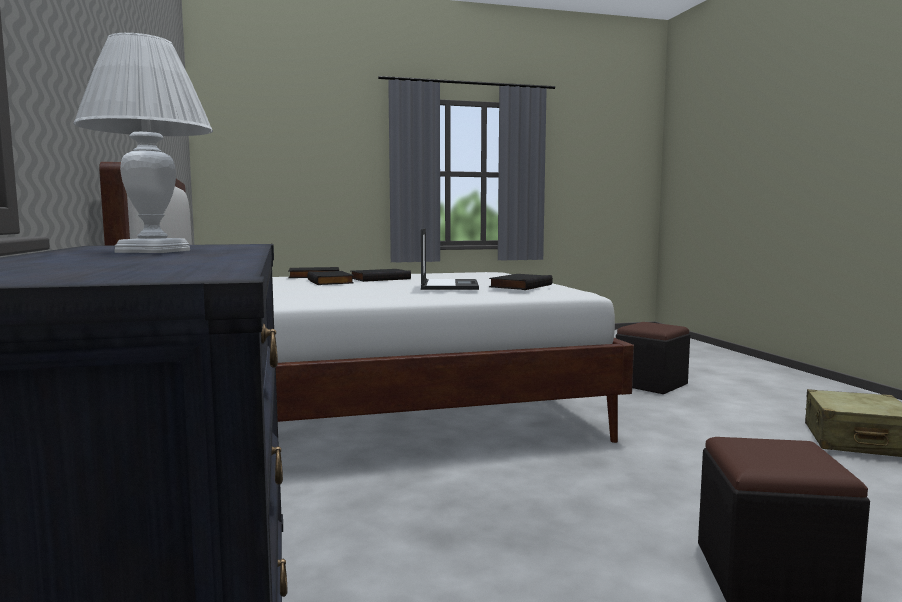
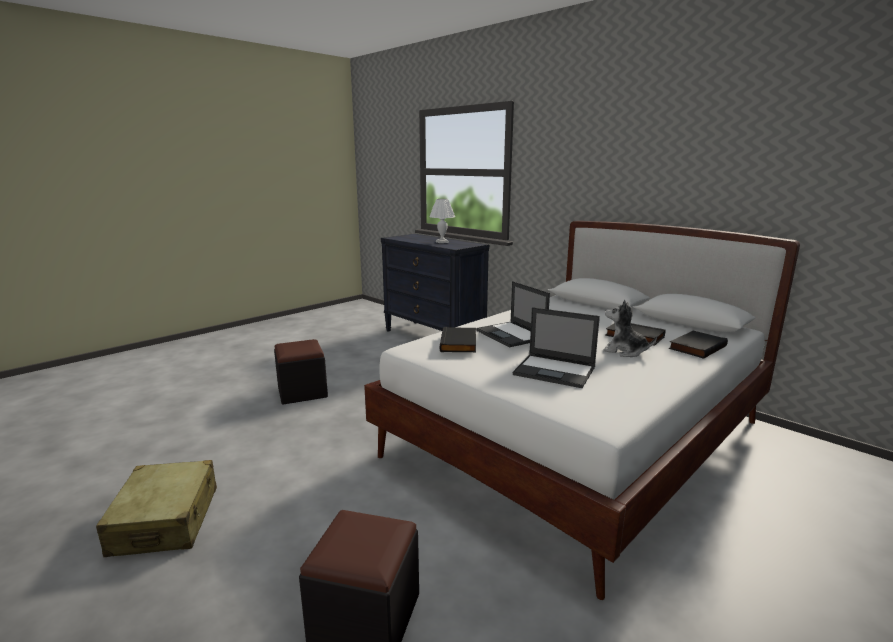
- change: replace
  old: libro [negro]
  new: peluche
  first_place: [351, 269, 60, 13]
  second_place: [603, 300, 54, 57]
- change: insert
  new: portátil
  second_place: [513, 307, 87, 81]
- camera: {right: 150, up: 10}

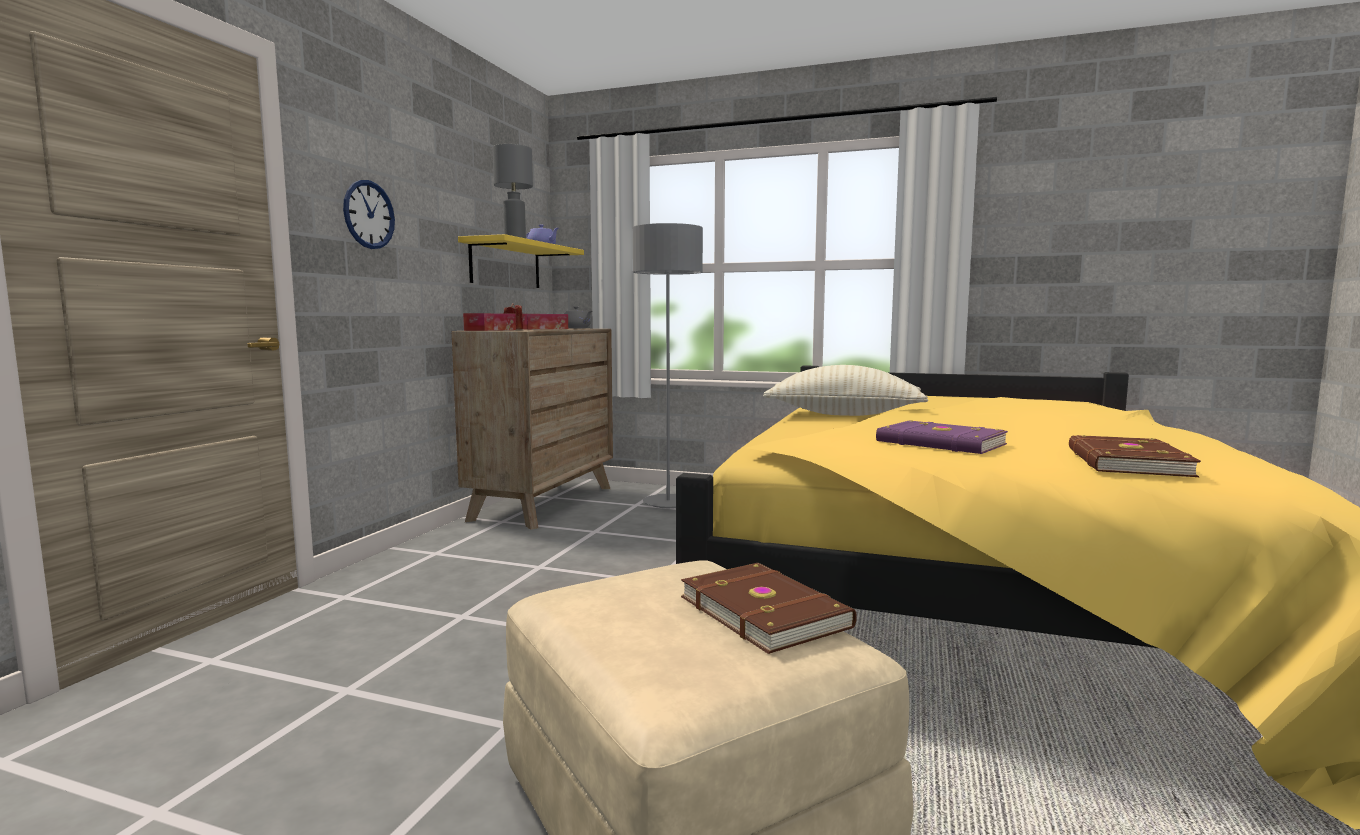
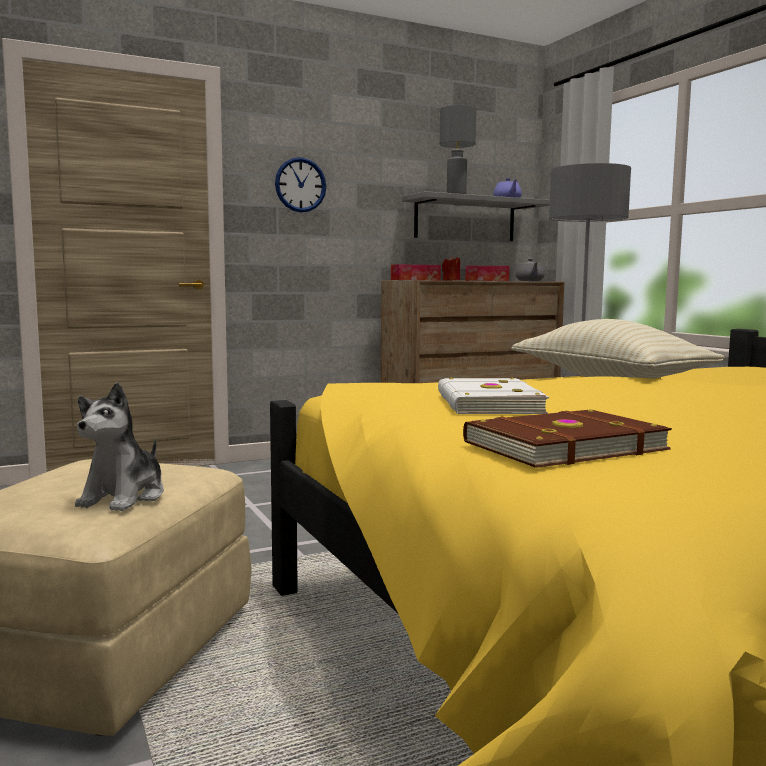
- change: recolor
  old: estante [amarillo]
  new: estante [gris]
  first_place: [458, 234, 126, 54]
  second_place: [401, 191, 149, 50]
- change: recolor
  old: libro [morado]
  new: libro [blanco]
  first_place: [876, 420, 132, 34]
  second_place: [438, 378, 111, 36]
- change: replace
  old: libro [marrón]
  new: peluche
  first_place: [681, 563, 176, 91]
  second_place: [75, 382, 89, 129]
- camera: {right: 45, up: 0}

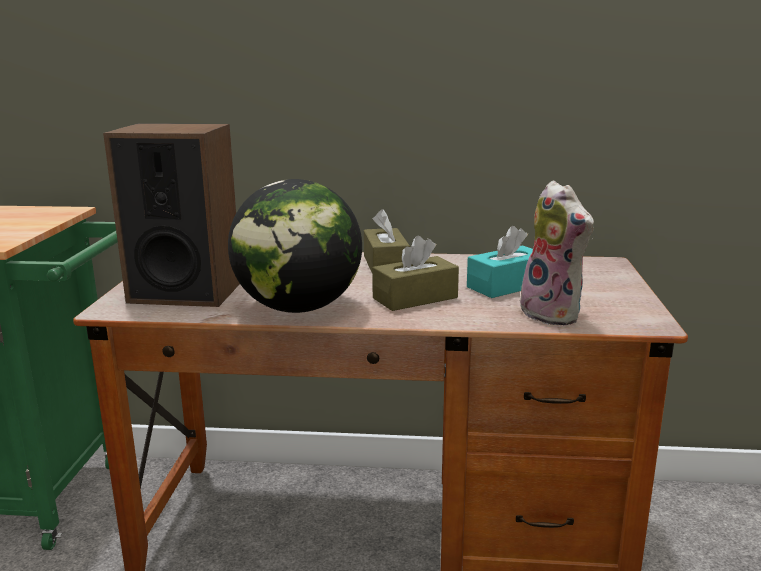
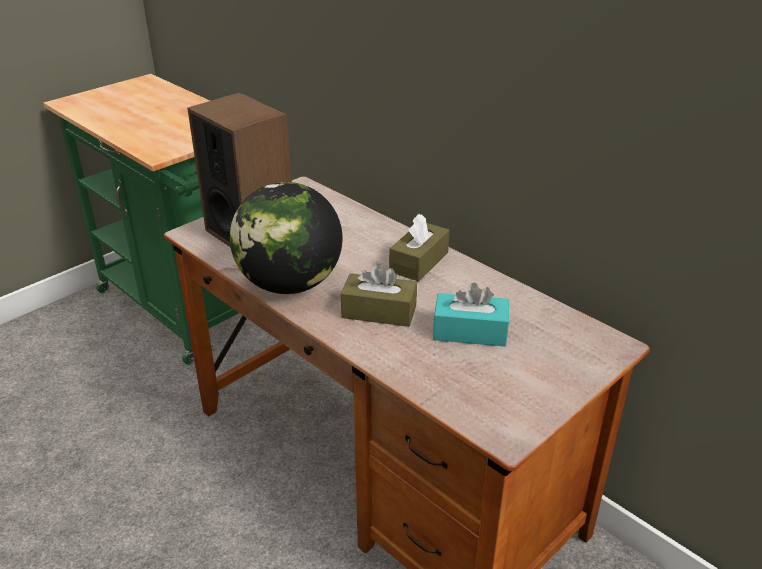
- change: delete
  old: peluche
  first_place: [520, 181, 74, 144]
- camera: {right: 40, up: 15}

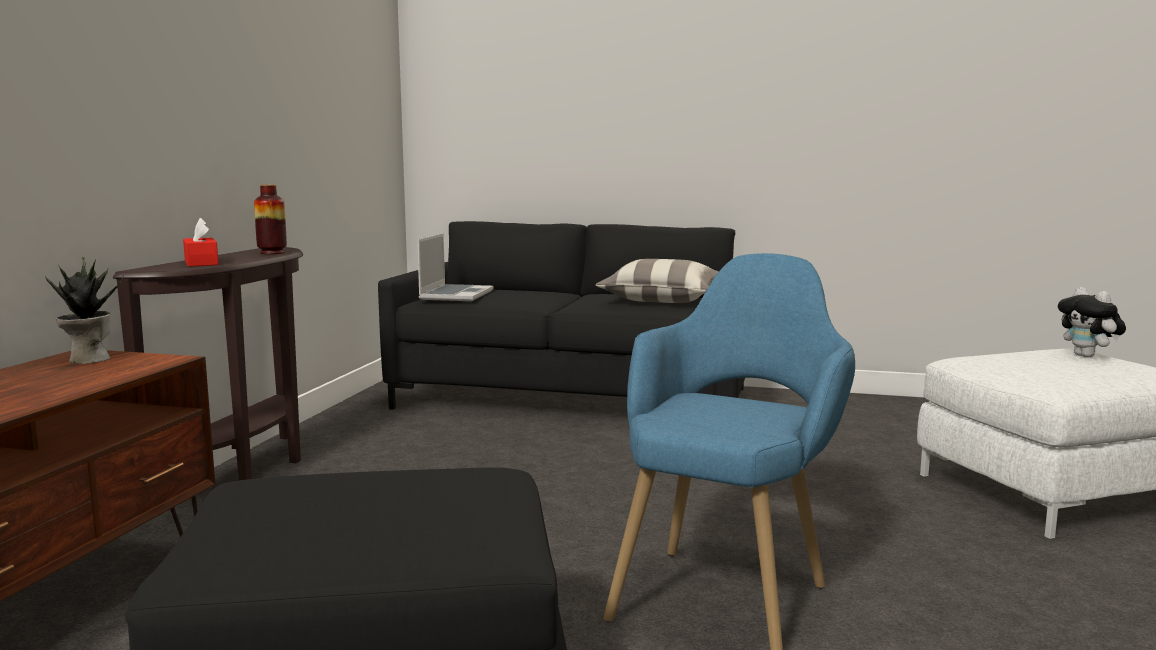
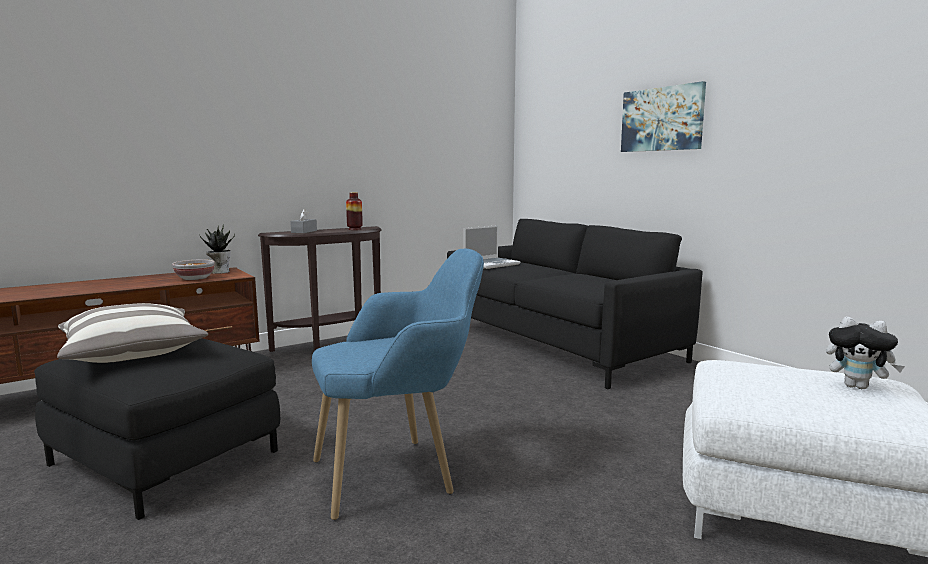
- change: recolor
  old: caja de pañuelos [rojo]
  new: caja de pañuelos [gris]
  first_place: [183, 218, 36, 49]
  second_place: [290, 209, 27, 24]
- change: move
  old: cojín
  first_place: [596, 259, 123, 44]
  second_place: [57, 303, 151, 60]
- change: rotate
  old: peluche
  first_place: [1058, 287, 68, 70]
  second_place: [826, 317, 79, 72]
  degrees: -75
- change: insert
  new: cuadro
  second_place: [621, 81, 85, 71]
- change: insert
  new: cuenco
  second_place: [172, 259, 43, 21]
- camera: {right: 40, up: 0}

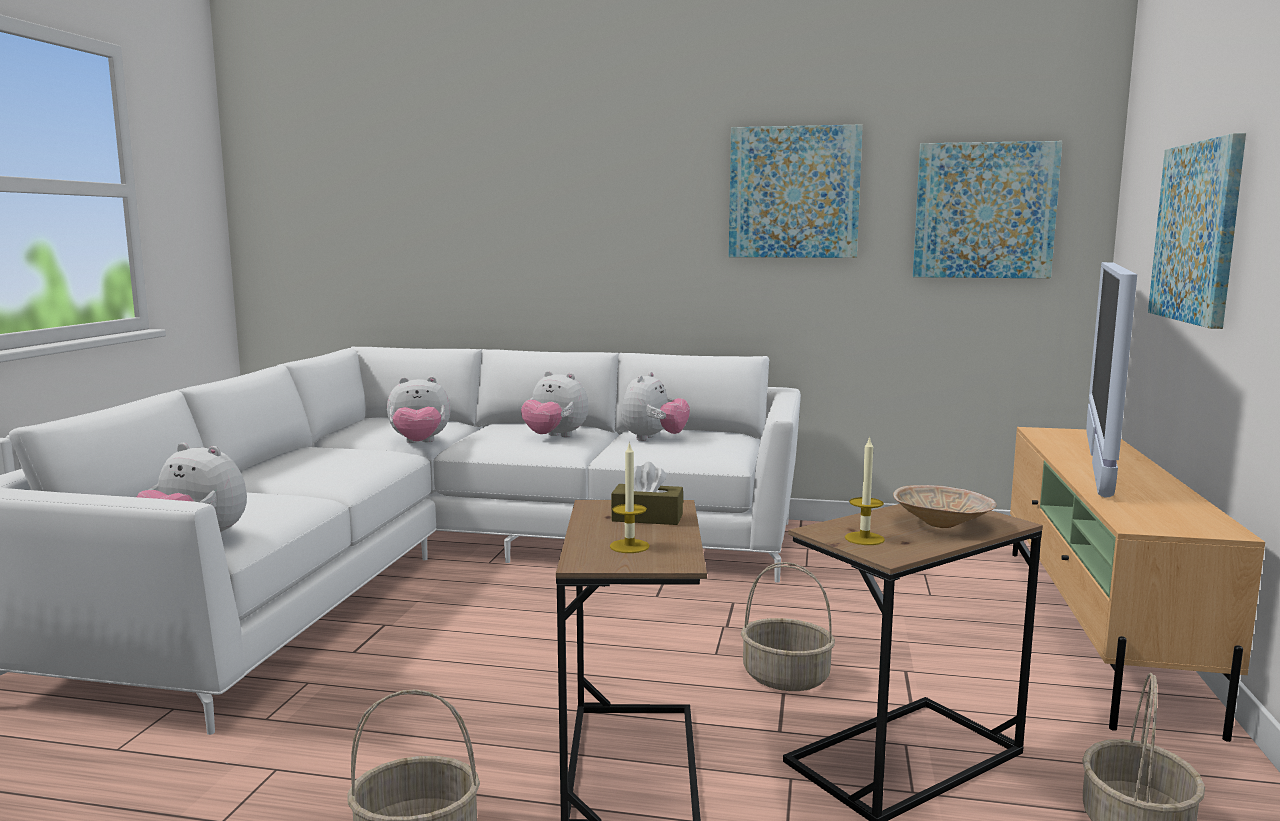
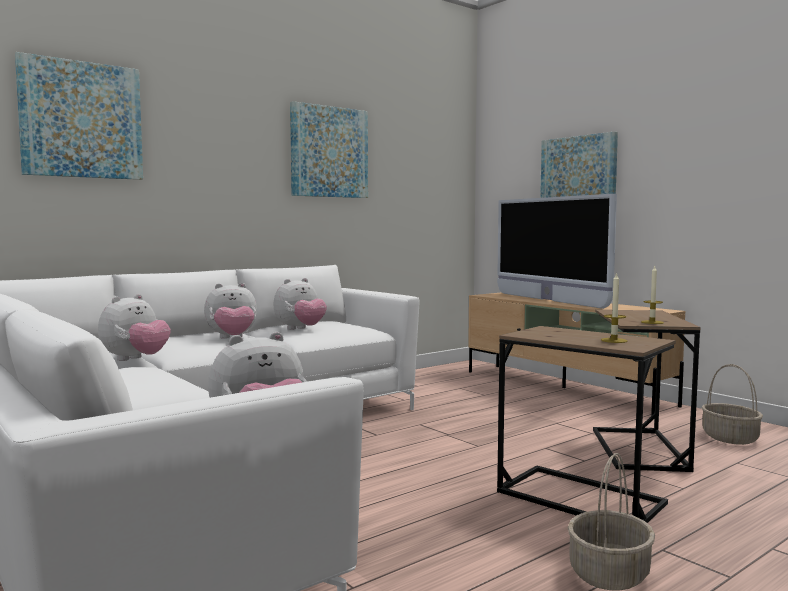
- change: move
  old: cuadro
  first_place: [913, 141, 149, 137]
  second_place: [15, 52, 128, 128]
- change: rotate
  old: peluche
  first_place: [622, 372, 68, 69]
  second_place: [274, 278, 53, 52]
  degrees: 75
- change: delete
  old: caja de pañuelos [marrón]
  first_place: [611, 462, 72, 63]
- change: delete
  old: cuenco [beis]
  first_place: [893, 485, 104, 43]
- change: delete
  old: cesta
  first_place: [741, 562, 94, 129]
- camera: {right: -50, up: -5}

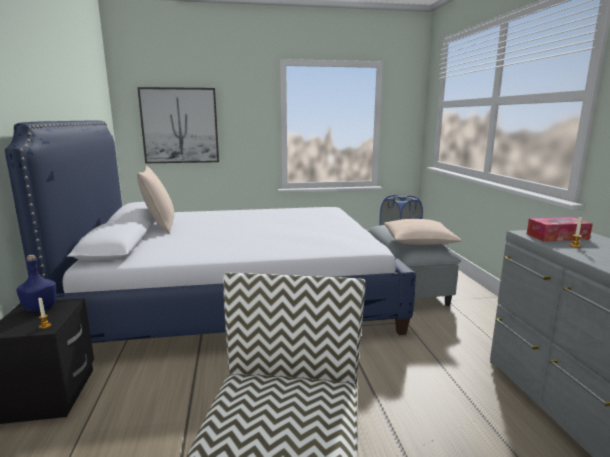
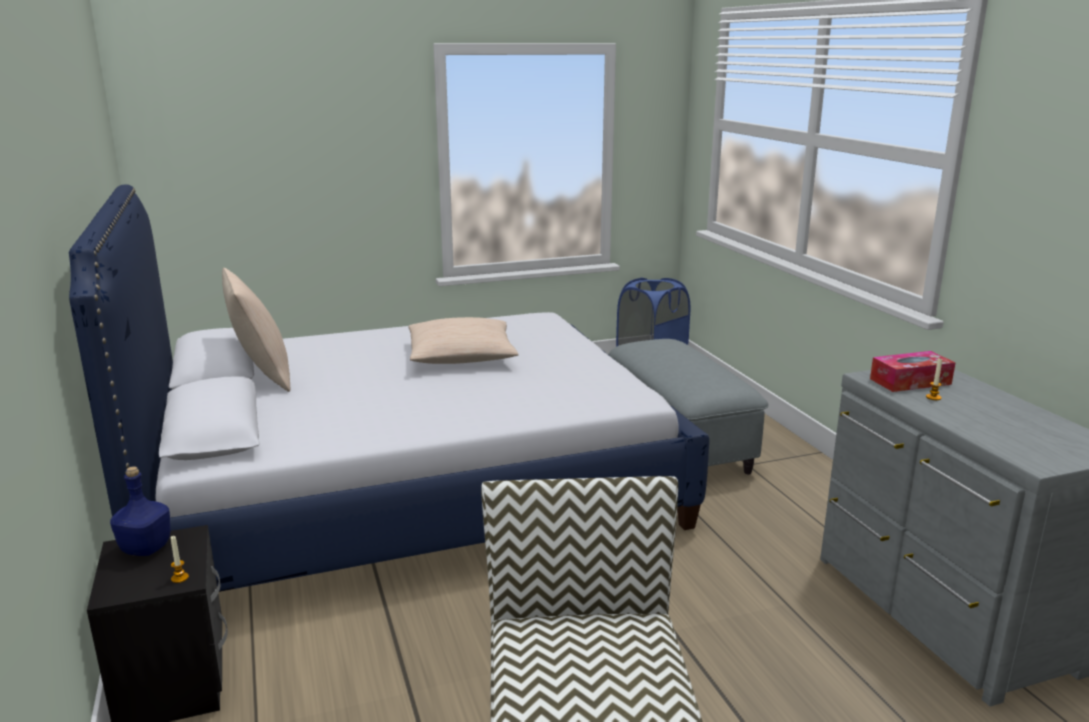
- change: delete
  old: cuadro
  first_place: [137, 87, 82, 76]
- change: move
  old: cojín [beis]
  first_place: [384, 219, 78, 26]
  second_place: [408, 317, 111, 47]
- camera: {right: -10, up: 5}

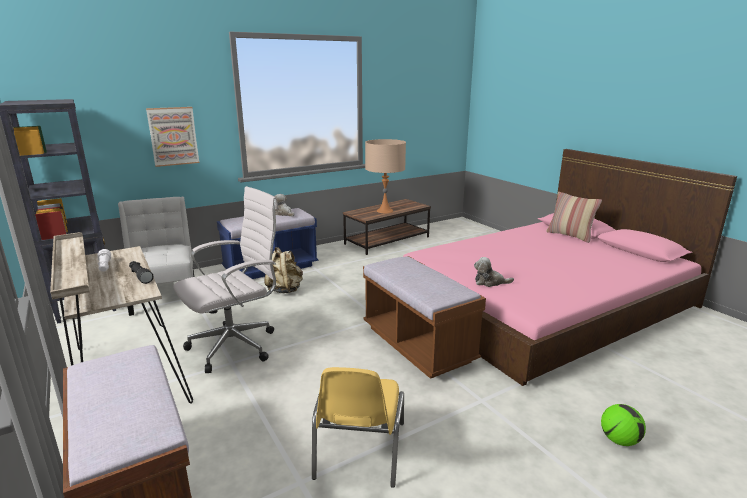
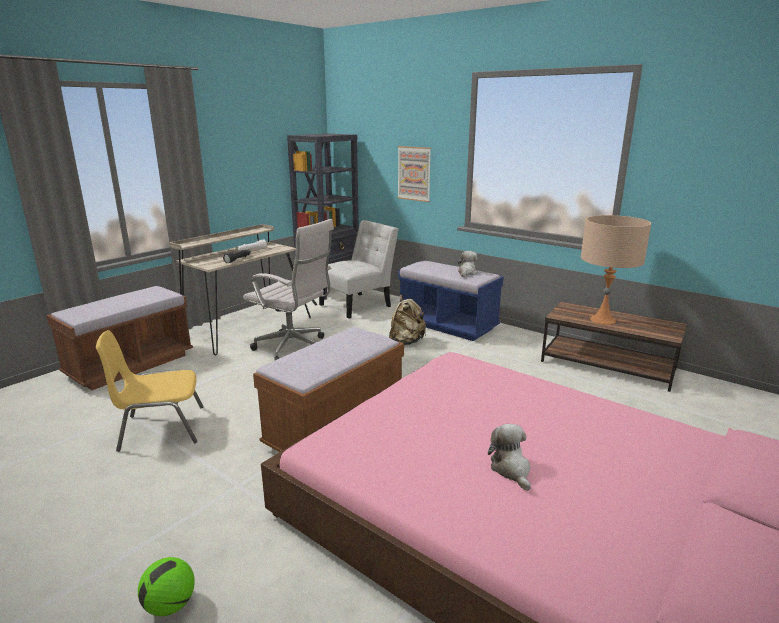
- change: delete
  old: cojín
  first_place: [547, 192, 55, 51]
- change: move
  old: peluche
  first_place: [474, 257, 40, 30]
  second_place: [488, 424, 43, 67]
- camera: {right: 70, up: 0}

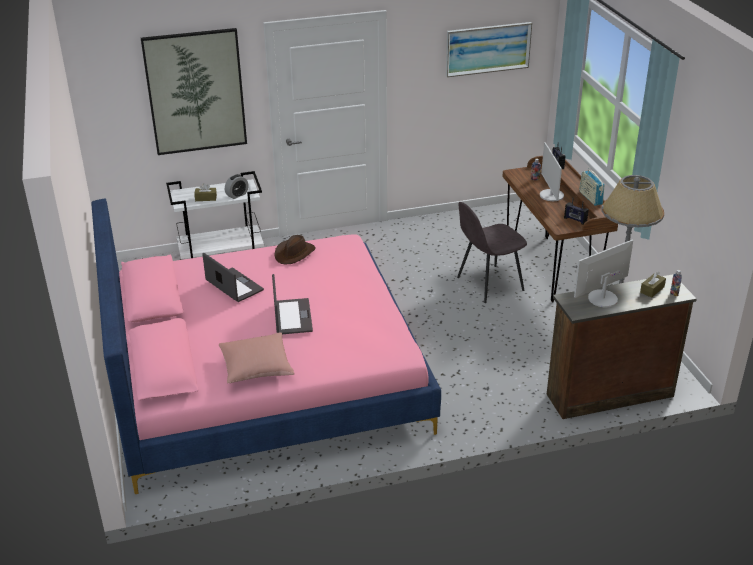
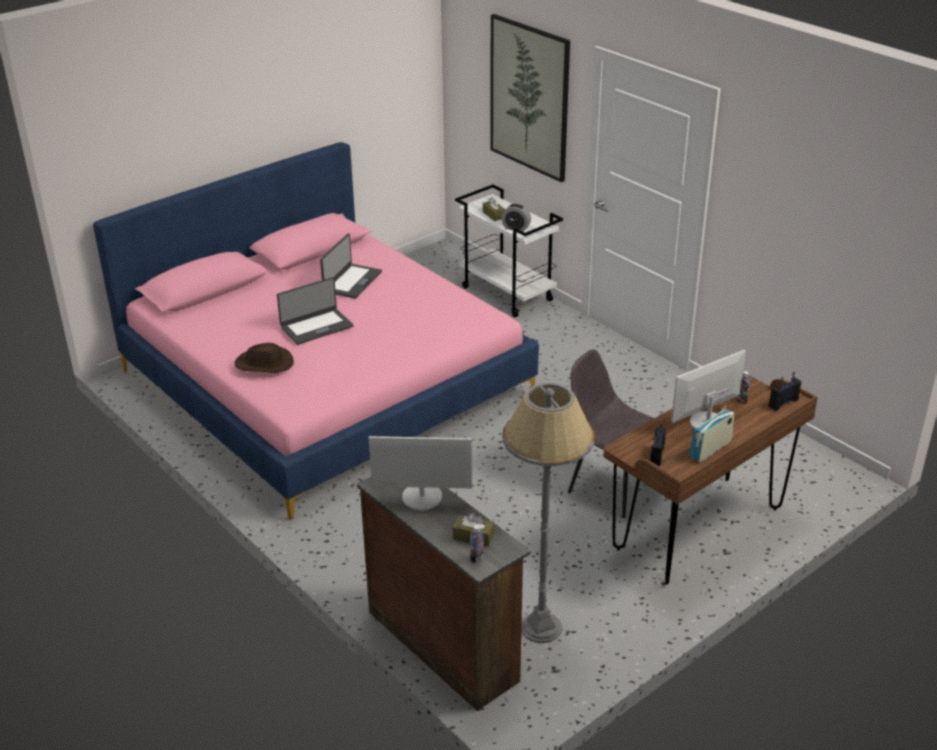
- change: delete
  old: cuadro
  first_place: [446, 22, 86, 55]
- change: move
  old: sombrero [marrón]
  first_place: [275, 235, 41, 29]
  second_place: [234, 343, 60, 30]
- change: rotate
  old: monitor
  first_place: [574, 240, 59, 68]
  second_place: [369, 436, 103, 75]
  degrees: 150
- change: delete
  old: cojín [rosa]
  first_place: [219, 332, 76, 51]
- camera: {right: 65, up: 0}

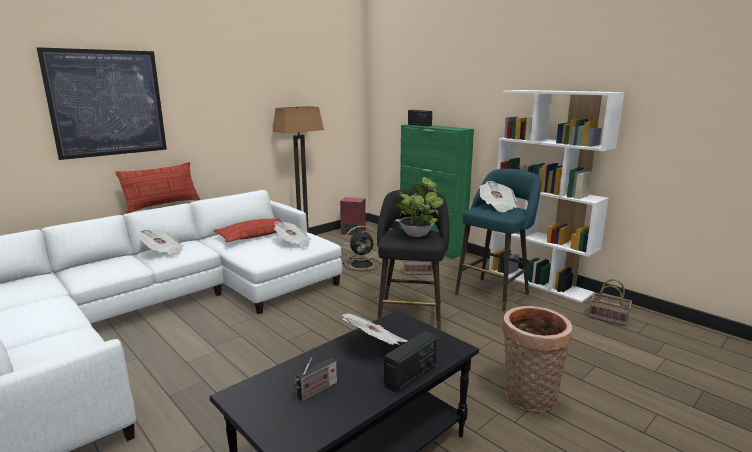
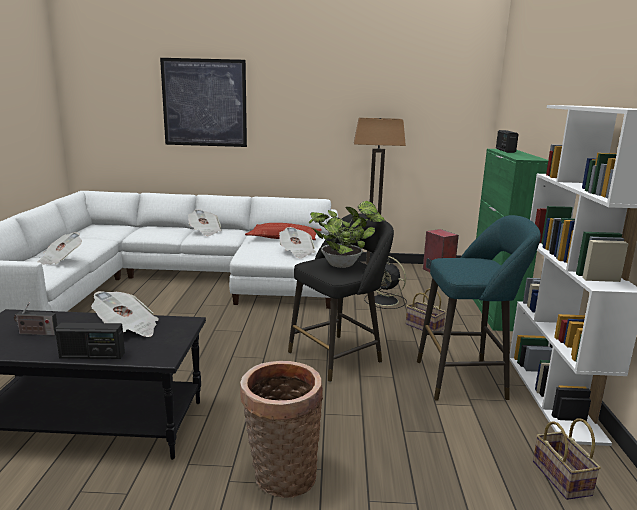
- change: delete
  old: cojín
  first_place: [116, 162, 84, 51]
- change: move
  old: periódico
  first_place: [480, 181, 38, 31]
  second_place: [38, 232, 44, 33]
- camera: {right: 45, up: 0}

